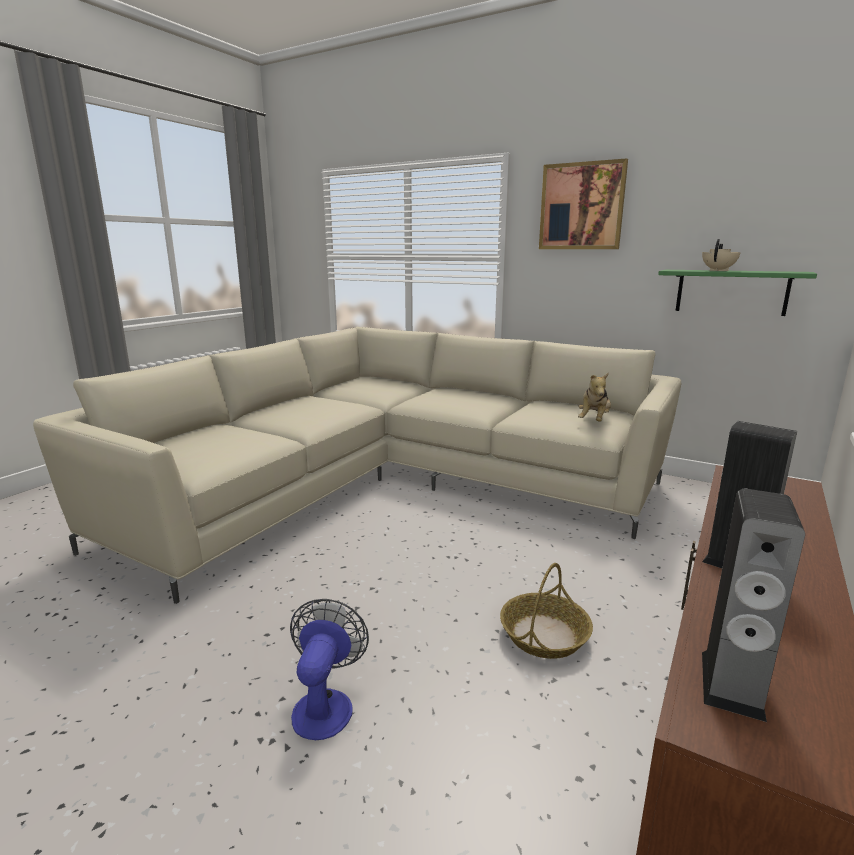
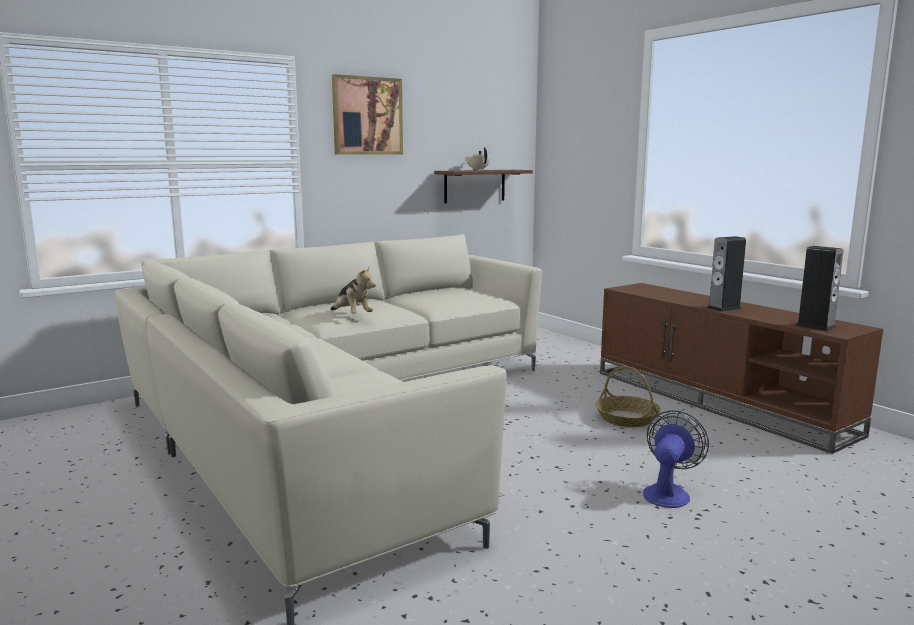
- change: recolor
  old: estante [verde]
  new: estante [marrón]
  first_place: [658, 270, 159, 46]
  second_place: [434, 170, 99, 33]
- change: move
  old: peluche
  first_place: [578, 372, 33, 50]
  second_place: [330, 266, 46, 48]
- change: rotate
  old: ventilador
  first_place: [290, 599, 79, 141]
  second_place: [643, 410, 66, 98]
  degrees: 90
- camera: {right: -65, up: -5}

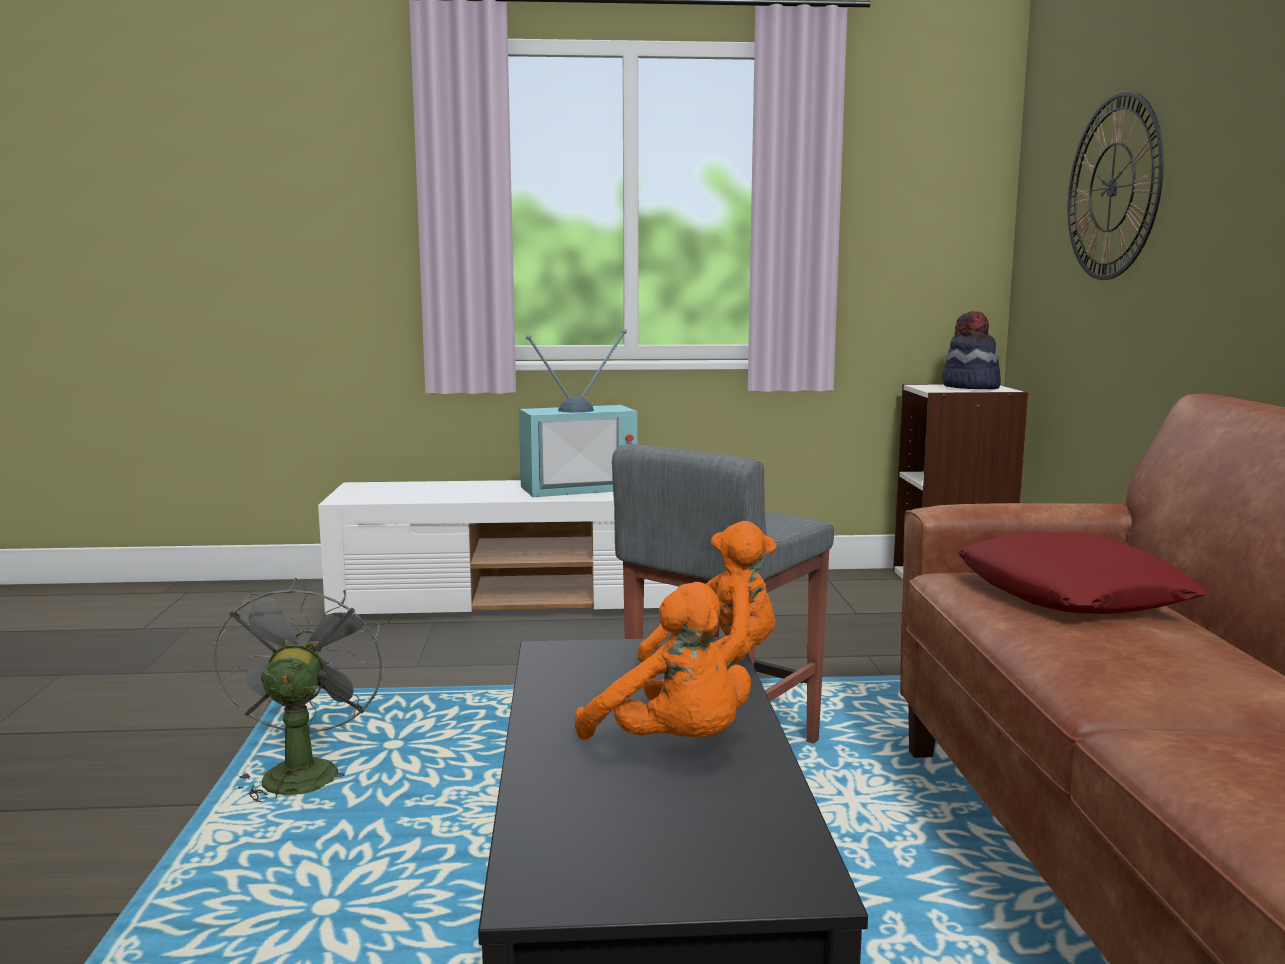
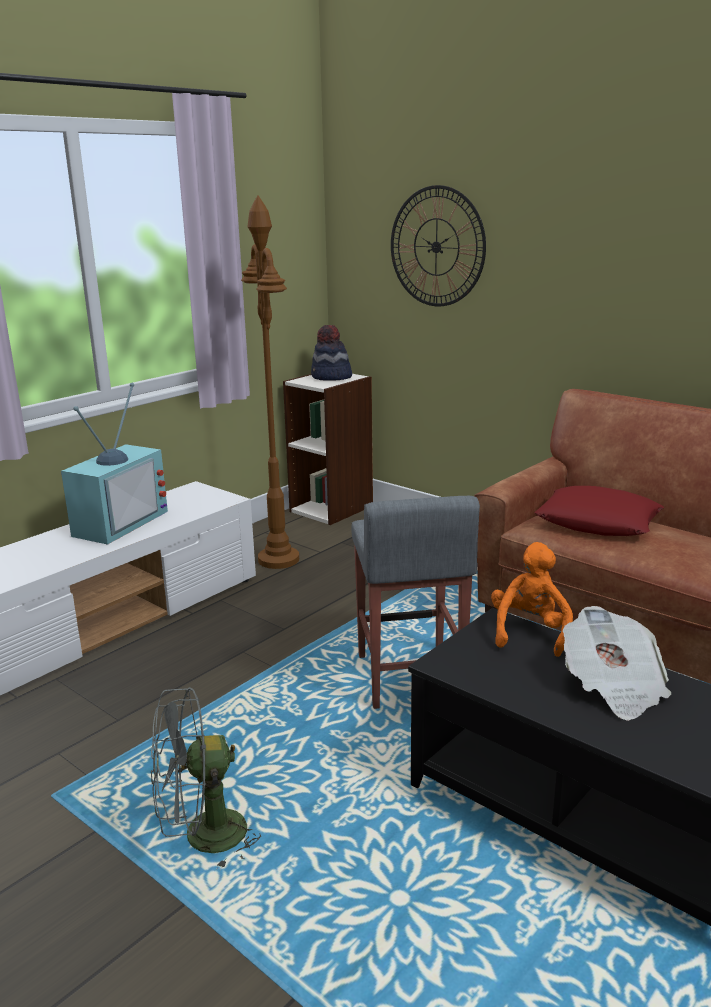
- change: rotate
  old: ventilador [gris]
  first_place: [214, 578, 170, 224]
  second_place: [151, 687, 111, 183]
  degrees: -60
- change: replace
  old: peluche [naranja]
  new: periódico
  first_place: [575, 582, 176, 158]
  second_place: [563, 606, 108, 115]
- change: insert
  new: lámpara de pie [marrón]
  second_place: [241, 195, 58, 374]
- camera: {right: -45, up: 10}

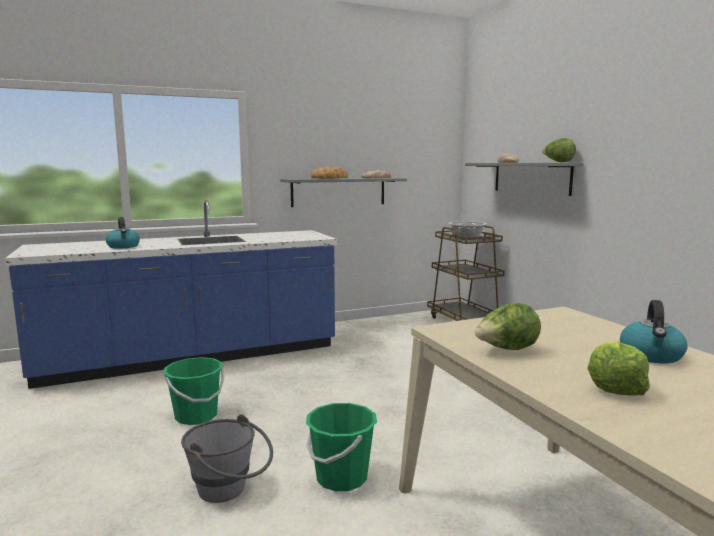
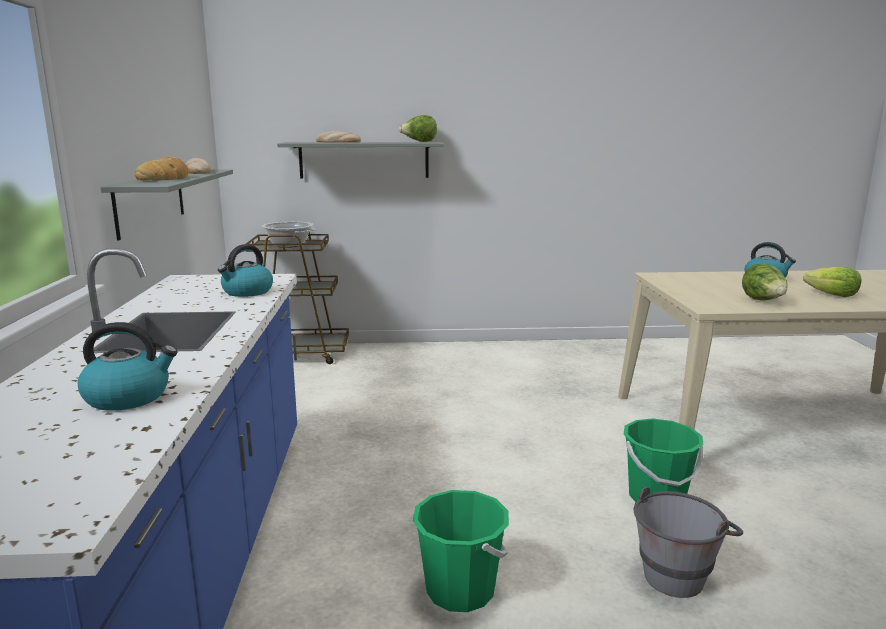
- change: insert
  new: hervidor
  second_place: [218, 244, 55, 53]
- camera: {right: -70, up: 5}

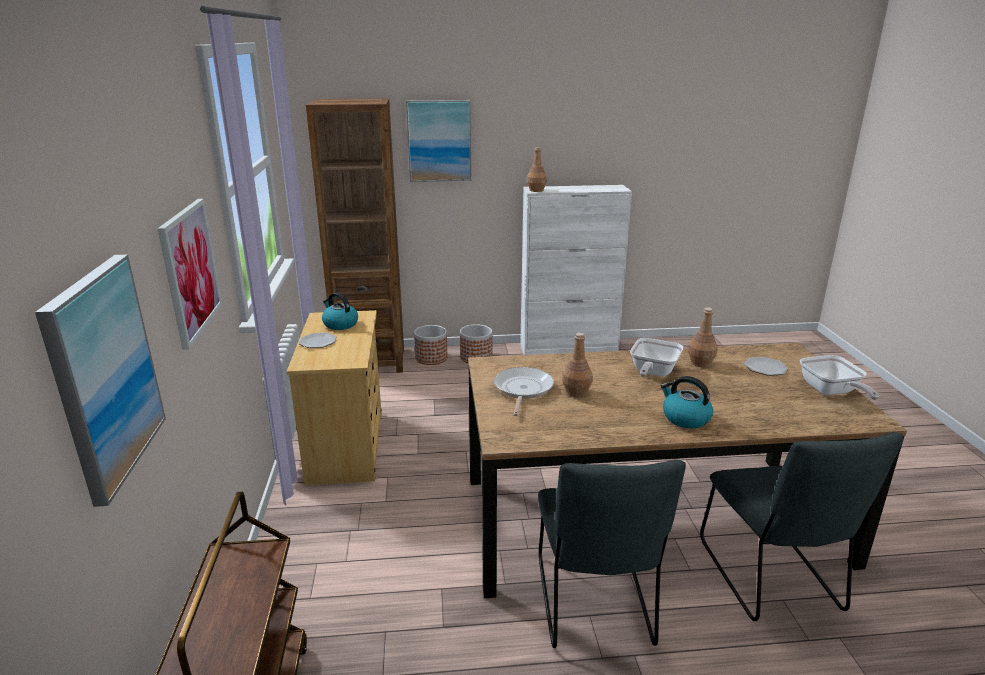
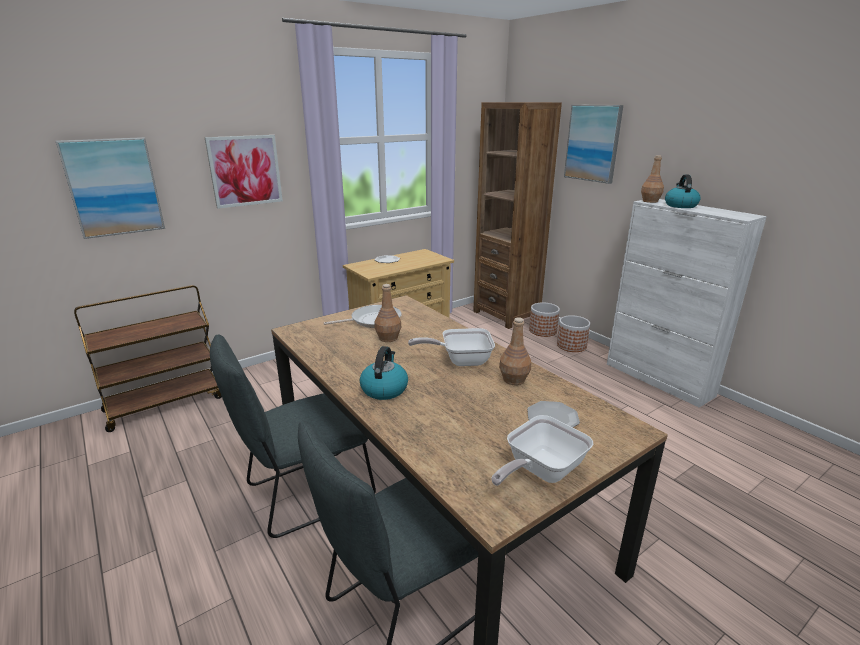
- change: move
  old: hervidor
  first_place: [322, 292, 36, 38]
  second_place: [665, 174, 36, 34]
- camera: {right: 60, up: 0}

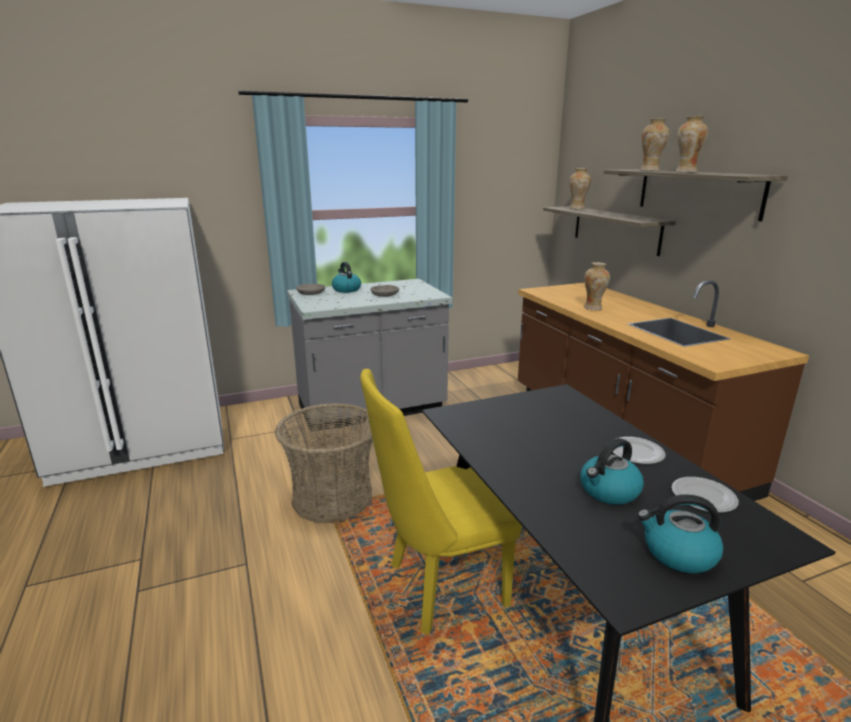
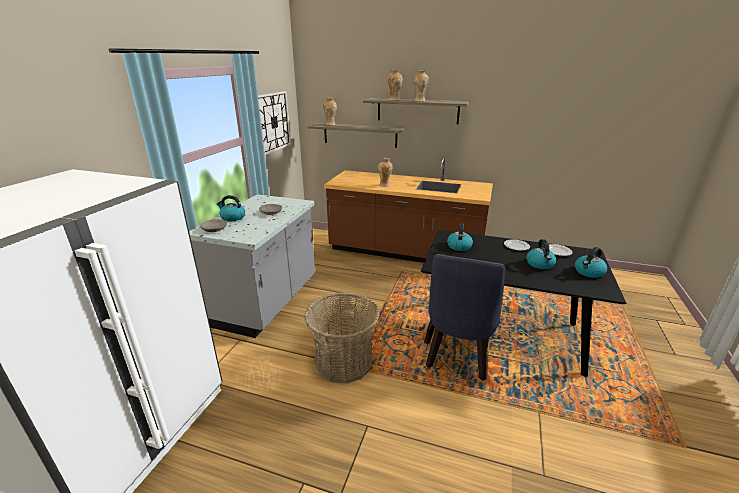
- change: recolor
  old: silla [amarillo]
  new: silla [azul]
  first_place: [360, 369, 162, 266]
  second_place: [426, 254, 79, 127]
- change: insert
  new: reloj de pared
  second_place: [258, 91, 33, 64]
- change: insert
  new: hervidor
  second_place: [447, 224, 26, 27]
- camera: {right: -50, up: 5}

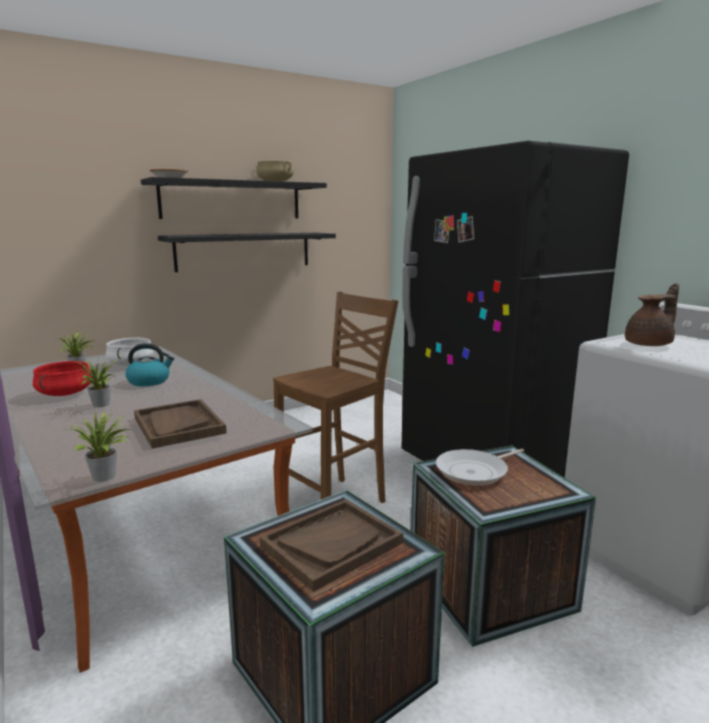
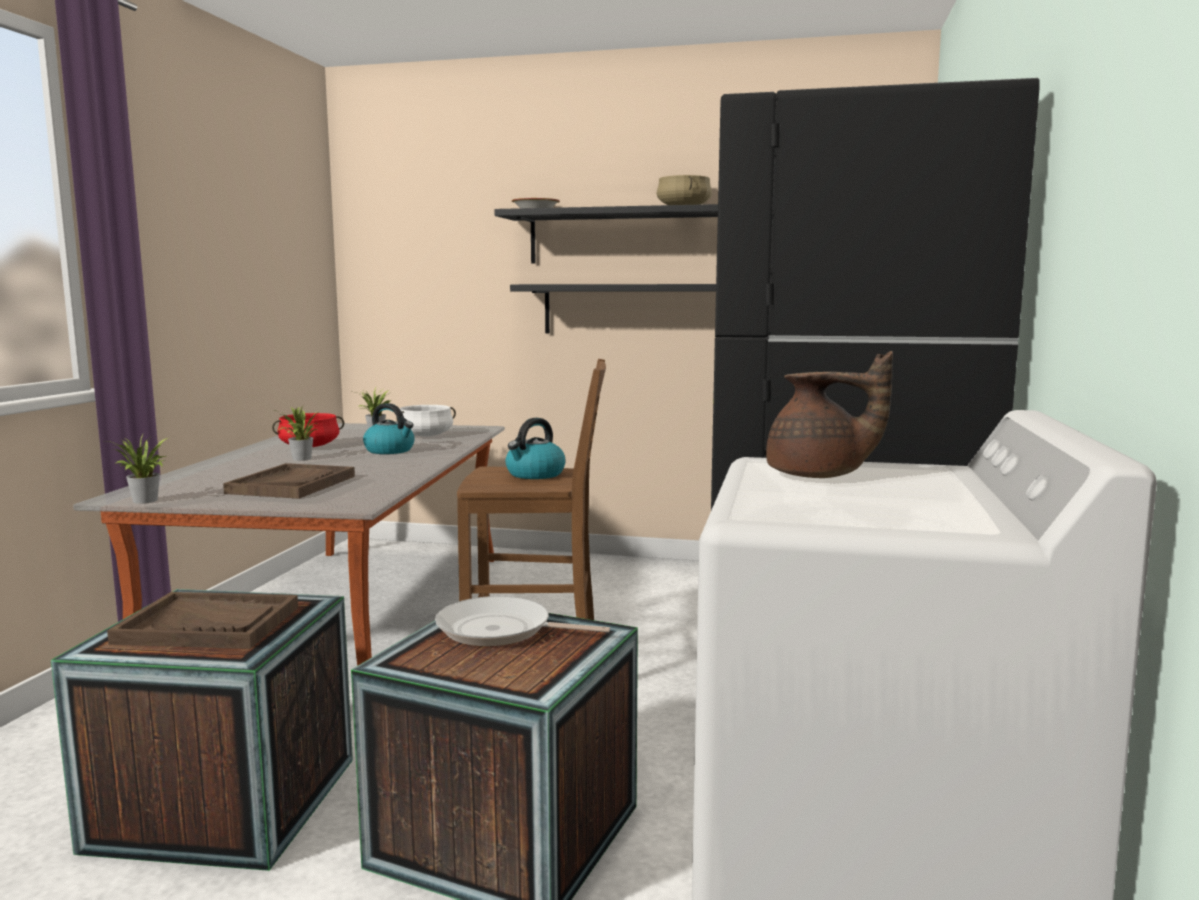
- change: insert
  new: hervidor
  second_place: [506, 418, 60, 61]
- camera: {right: 45, up: -5}

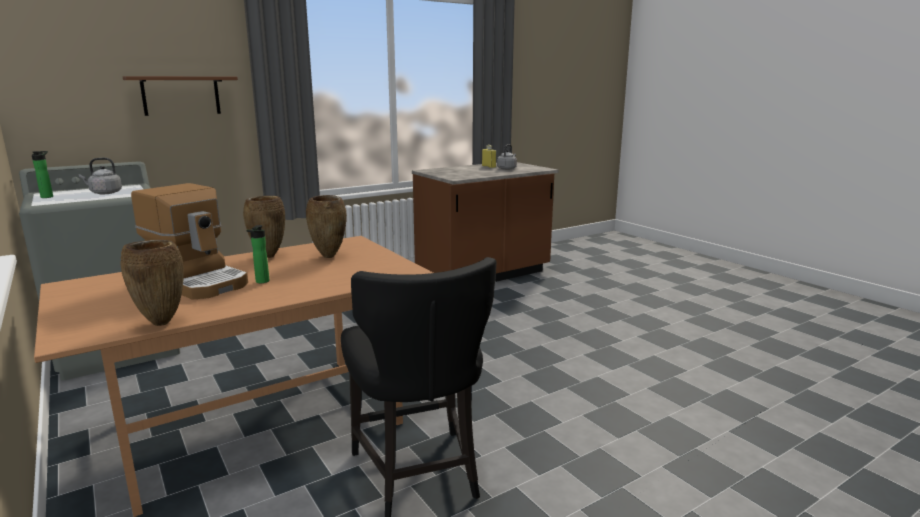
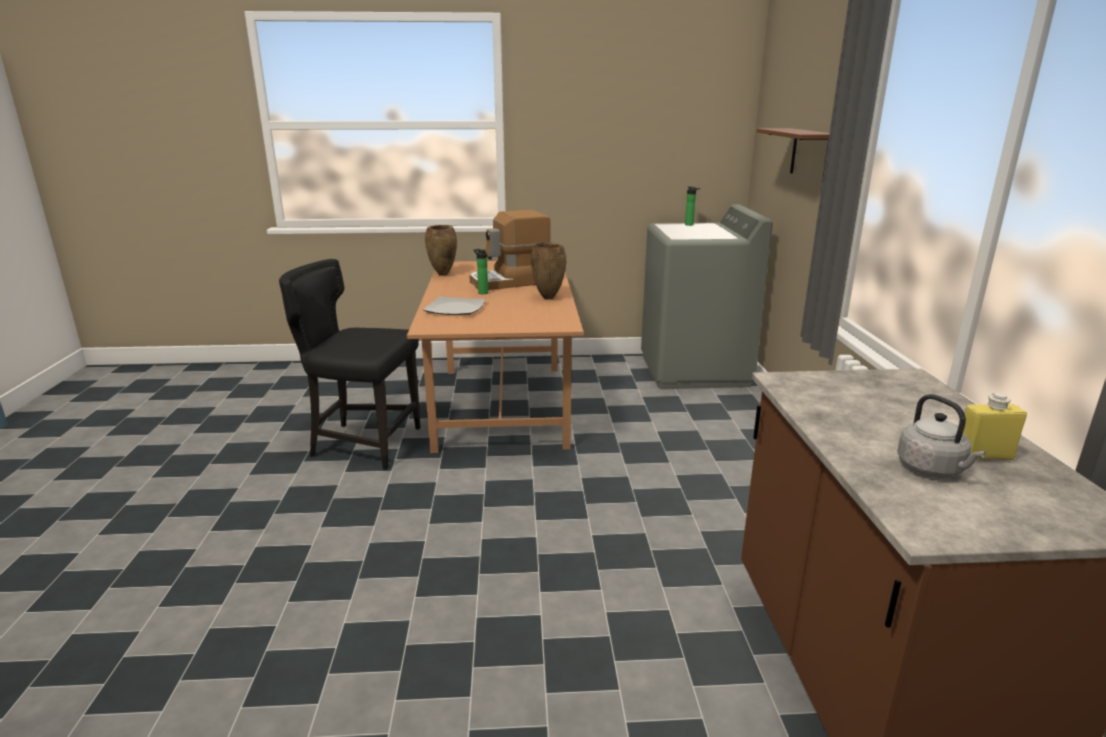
- change: delete
  old: hervidor [gris]
  first_place: [79, 158, 43, 36]
- change: delete
  old: florero [marrón]
  first_place: [306, 195, 41, 63]
- change: insert
  new: plato
  second_place: [424, 296, 61, 19]
- camera: {right: 120, up: 5}

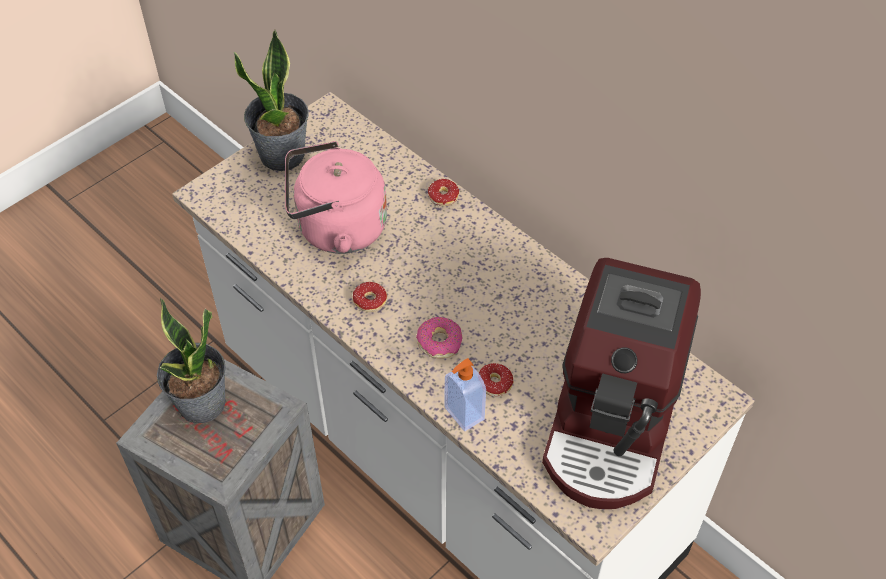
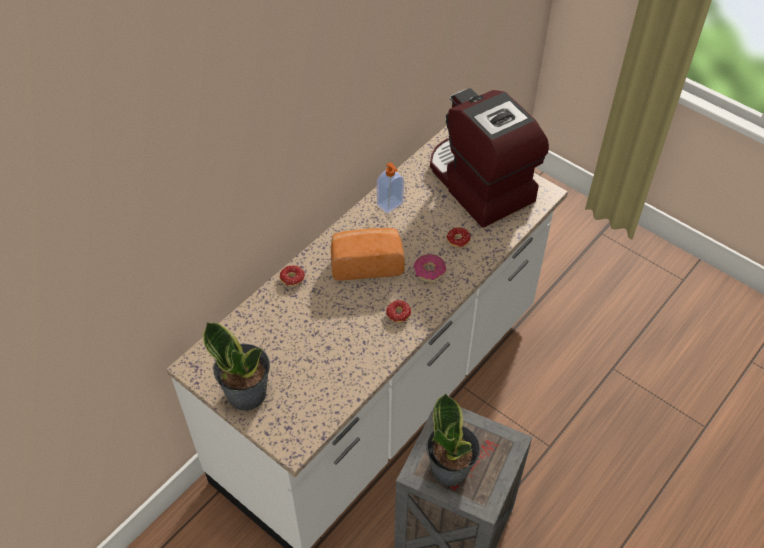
- change: delete
  old: hervidor [rosa]
  first_place: [285, 141, 102, 113]
- change: rotate
  old: cafetera
  first_place: [542, 258, 159, 251]
  second_place: [430, 88, 119, 140]
  degrees: -135
- change: move
  old: dispensador de jabón
  first_place: [445, 358, 41, 73]
  second_place: [377, 162, 27, 51]
- change: insert
  new: pan
  second_place: [331, 228, 74, 53]
- camera: {right: -95, up: 0}

